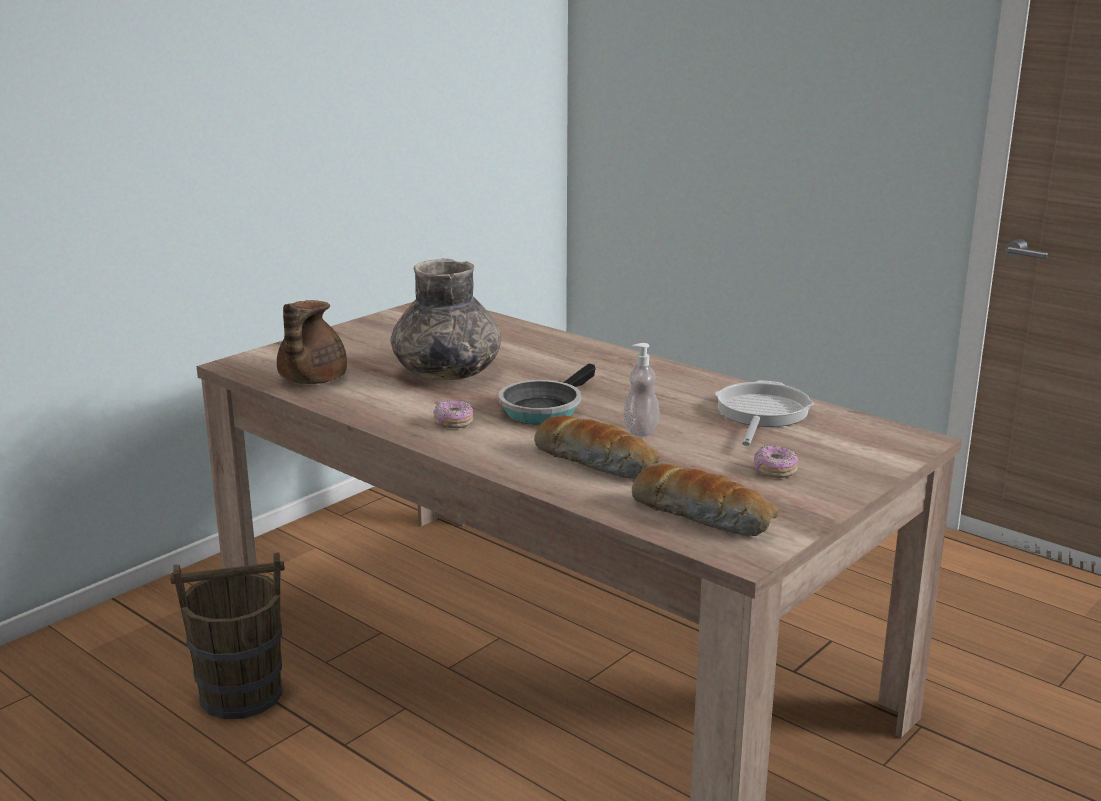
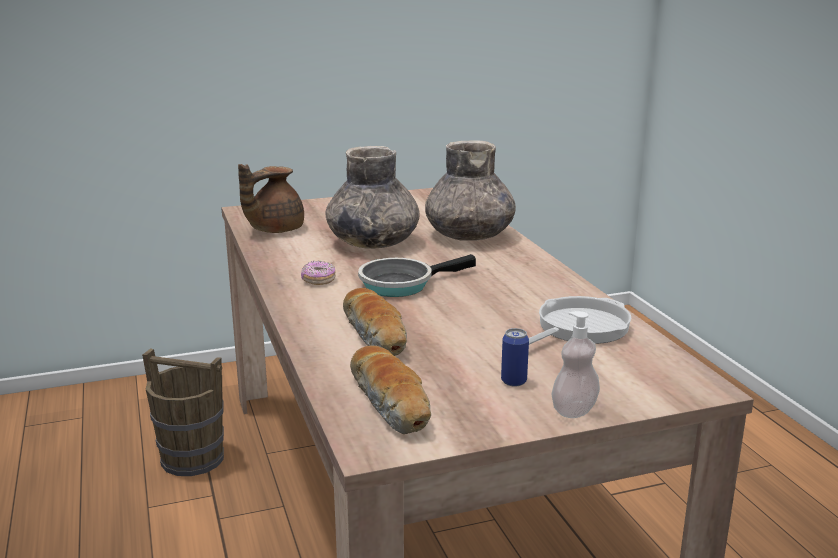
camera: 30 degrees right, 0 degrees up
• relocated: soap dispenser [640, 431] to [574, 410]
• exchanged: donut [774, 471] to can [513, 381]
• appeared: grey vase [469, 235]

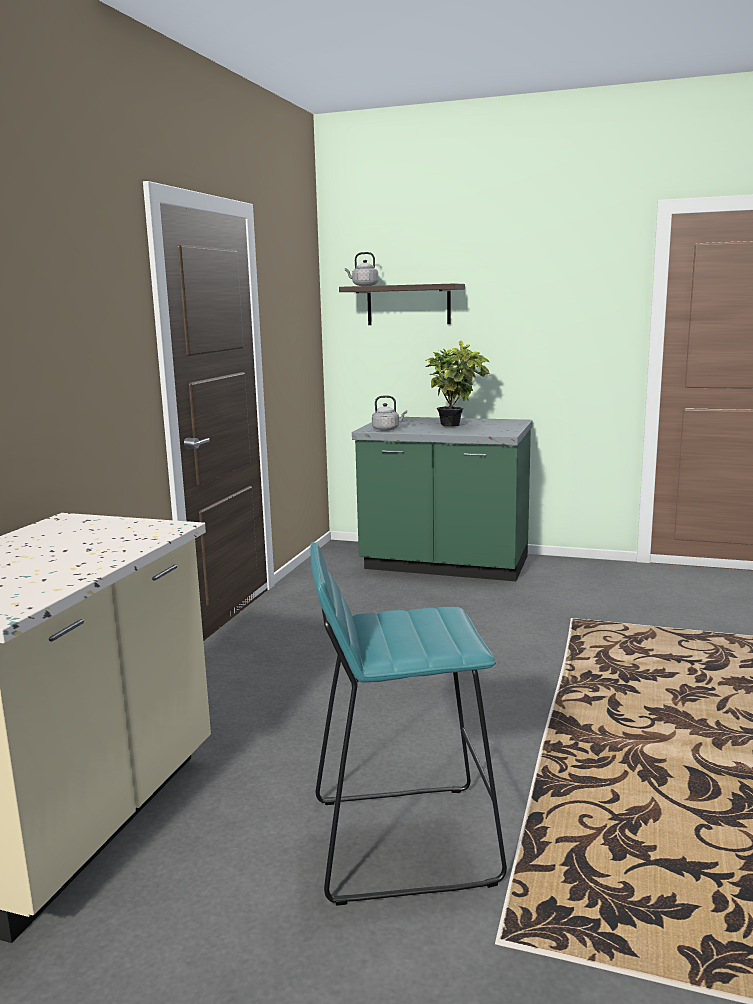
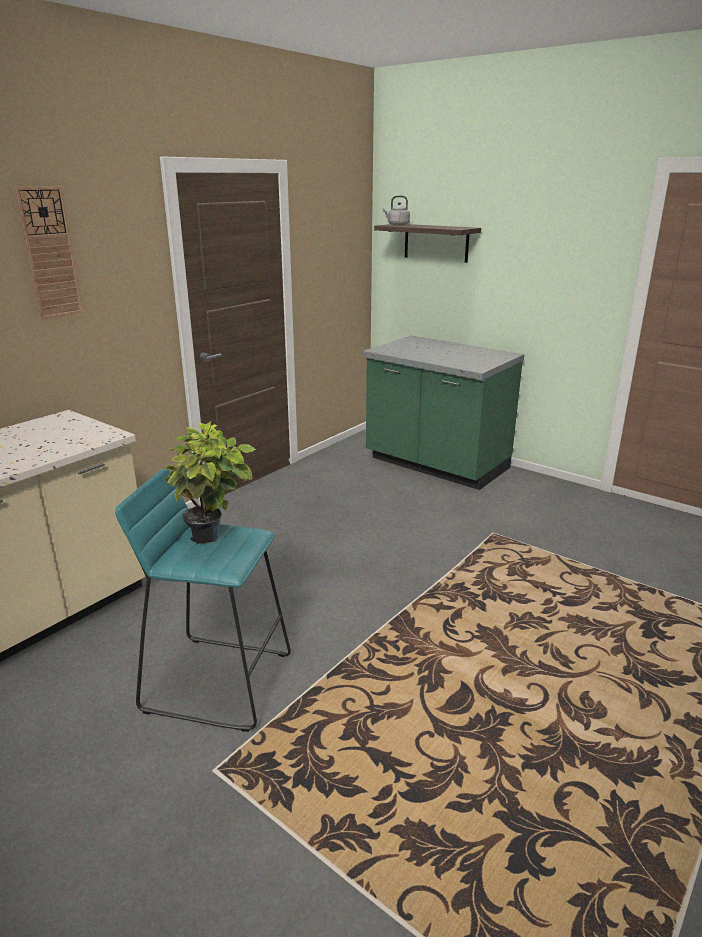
camera: 20 degrees right, 10 degrees up
• missing: grey kettle [387, 429]
• relocated: potted plant [456, 425] to [212, 539]
• appeared: wall clock [49, 253]

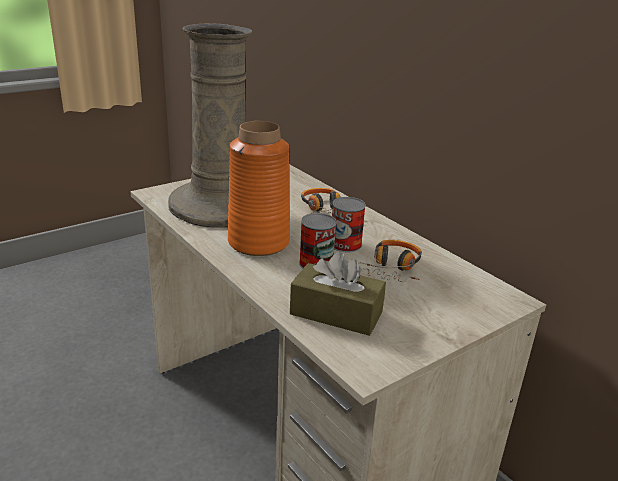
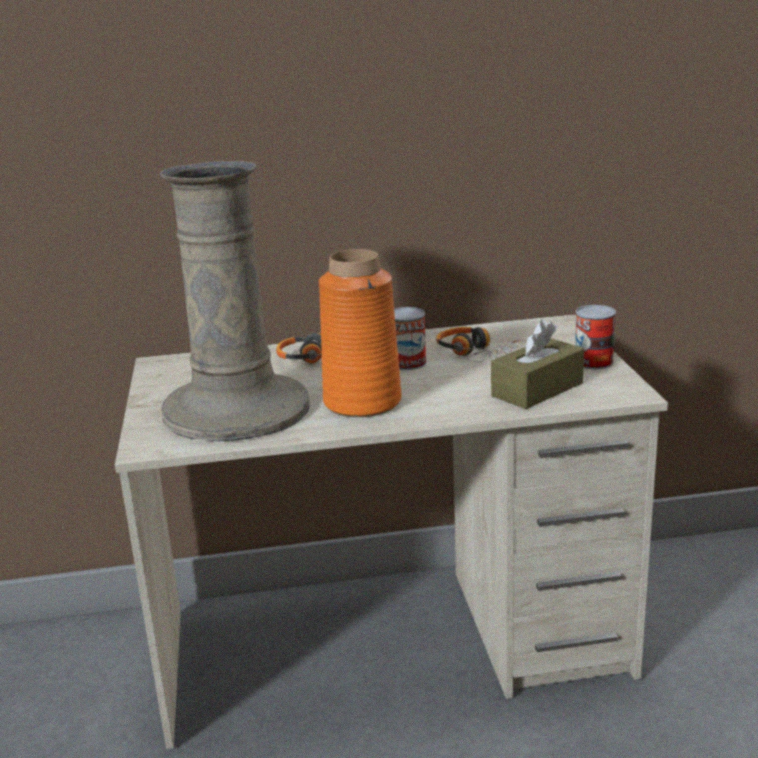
camera: 60 degrees left, 5 degrees down
• relocated: can [316, 263] to [593, 362]

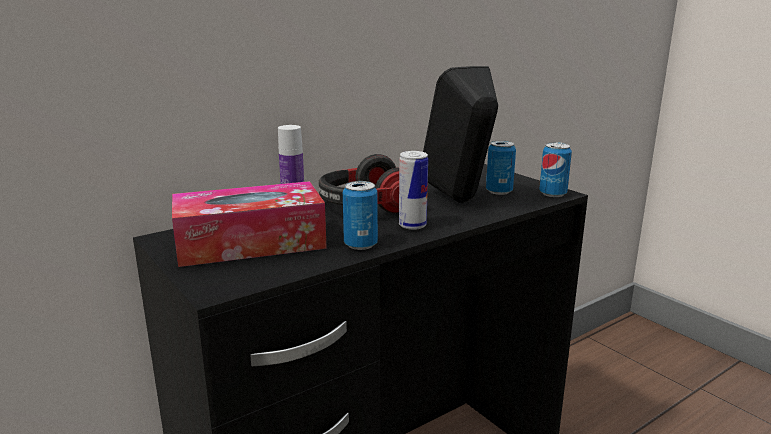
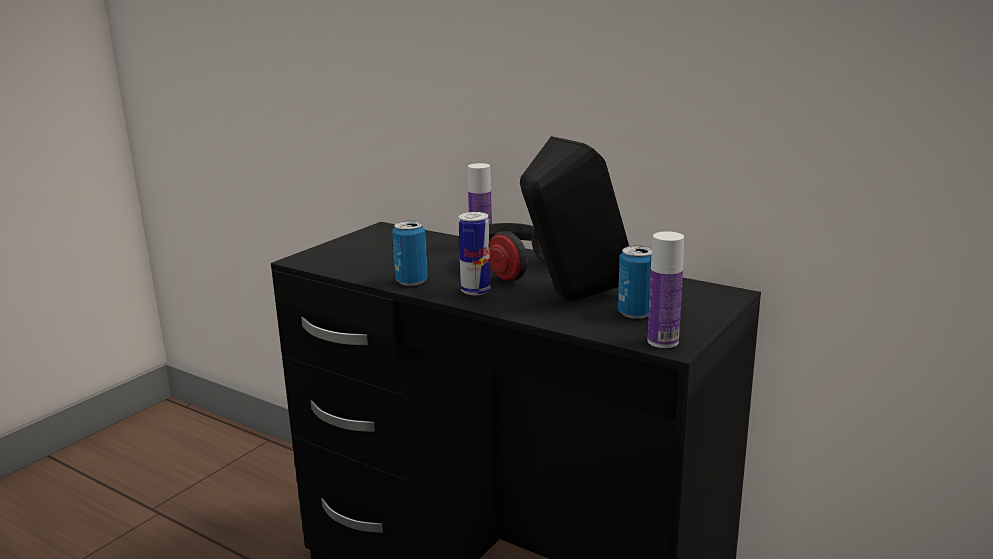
camera: 70 degrees right, 0 degrees up
• missing: tissue box [250, 243]
• exchanged: can [553, 194] to bottle [663, 341]

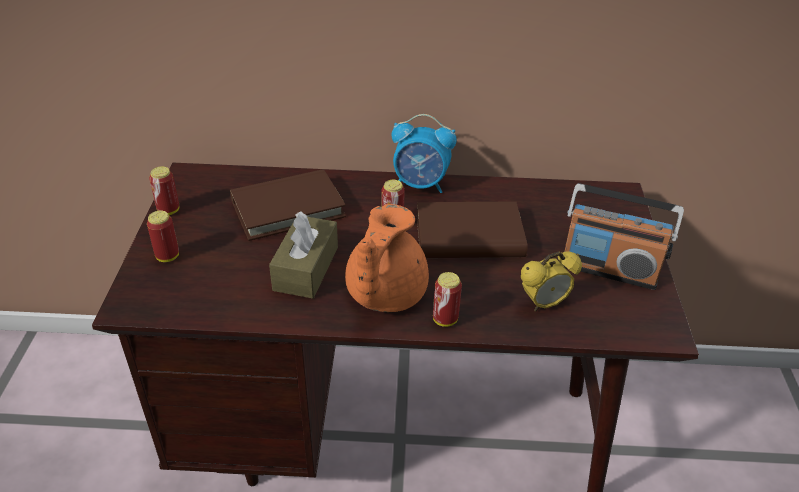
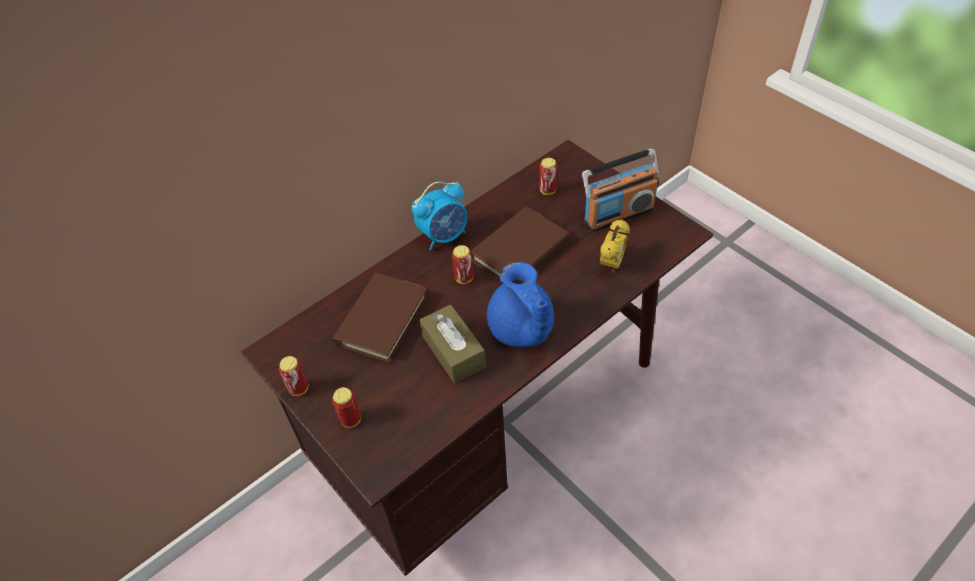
camera: 40 degrees left, 10 degrees up
• colour: orange teapot [383, 294] to blue teapot [521, 330]
• relocated: can [445, 319] to [548, 190]

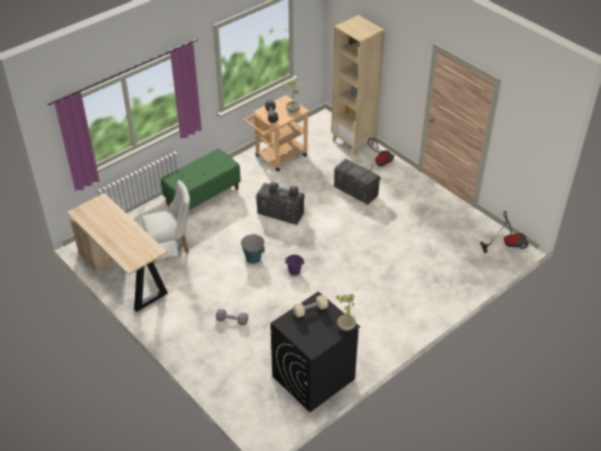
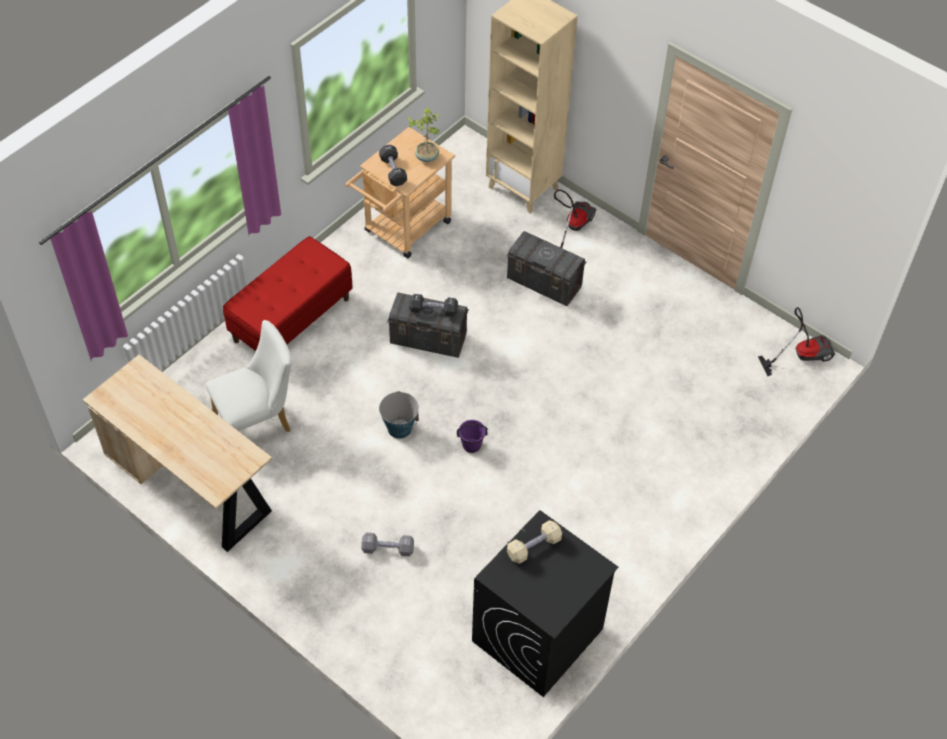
camera: 10 degrees left, 10 degrees up
• colour: green bench [202, 196] to red bench [291, 319]
• missing: potted plant [345, 326]

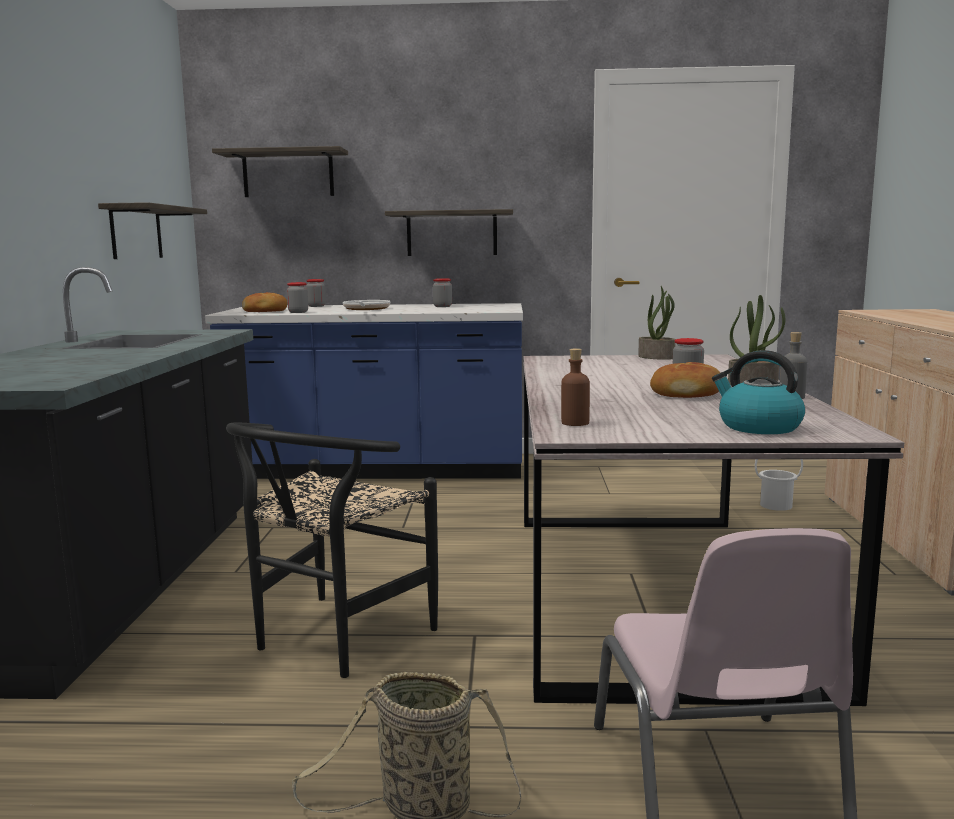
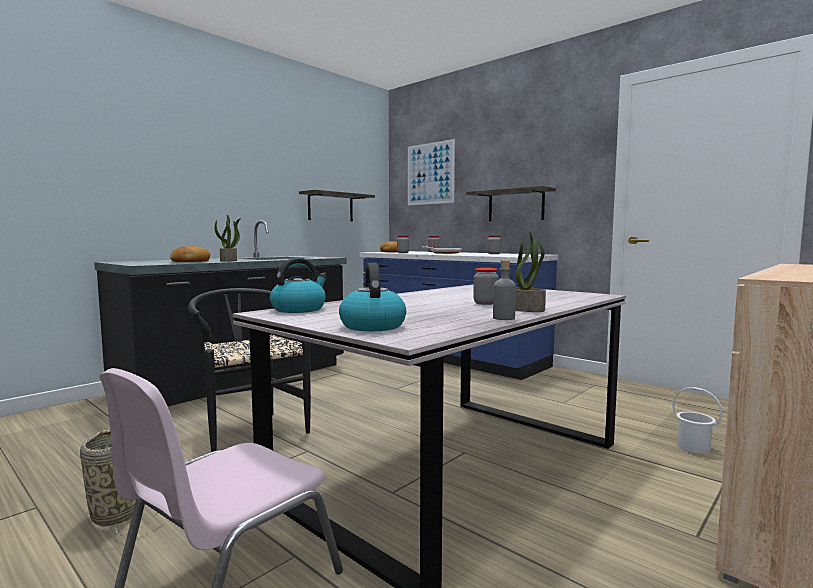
camera: 40 degrees right, 5 degrees down
• exchanged: shelf [288, 174] to picture [430, 173]
• spun: black chair [332, 641] = [250, 429] 75 degrees clockwise
• exchanged: brown bottle [575, 423] to kettle [299, 309]
• relocated: potted plant [657, 357] to [229, 260]
• relocated: bread [687, 393] to [190, 262]

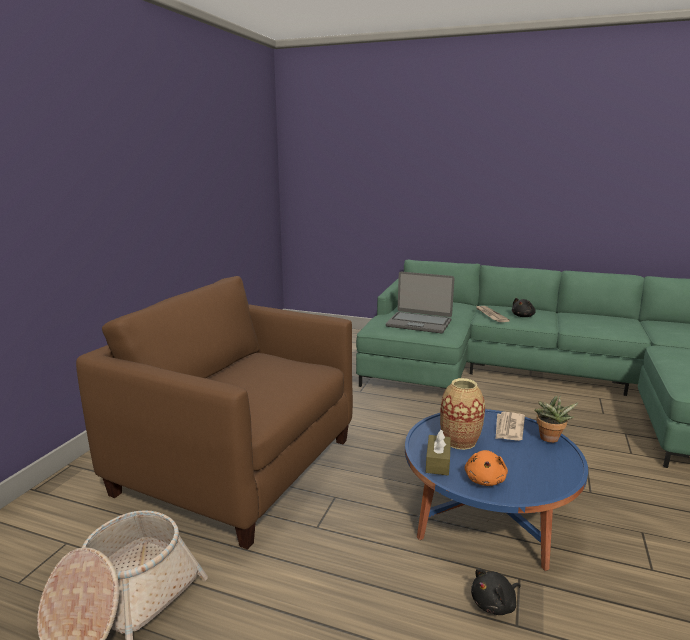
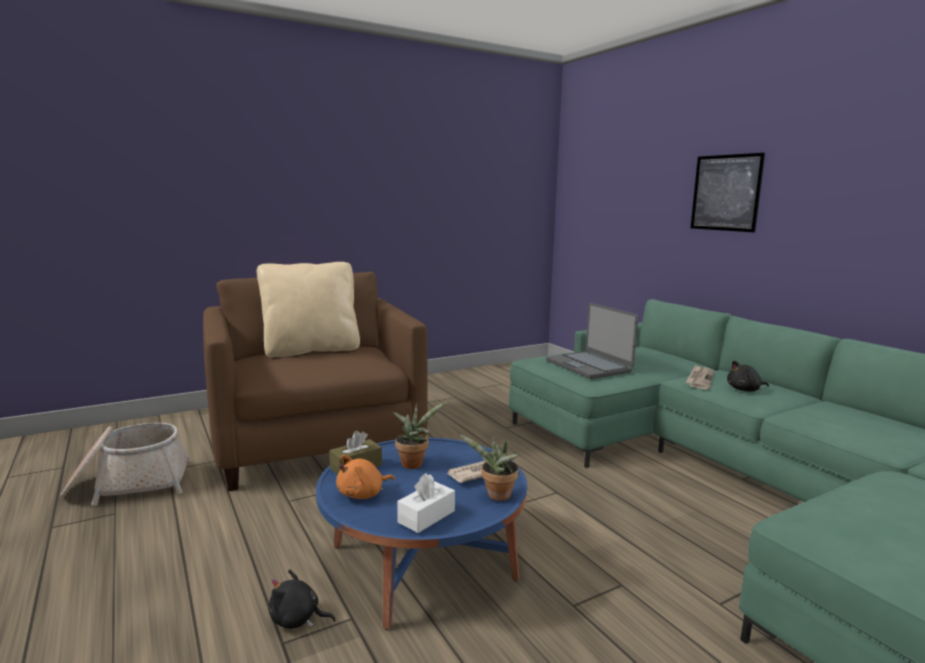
camera: 40 degrees right, 5 degrees down
• exchanged: vase [459, 441] to potted plant [414, 463]
• appeared: beige pillow [311, 350]
• appeared: white tissue box [426, 516]
• appeared: picture [726, 193]

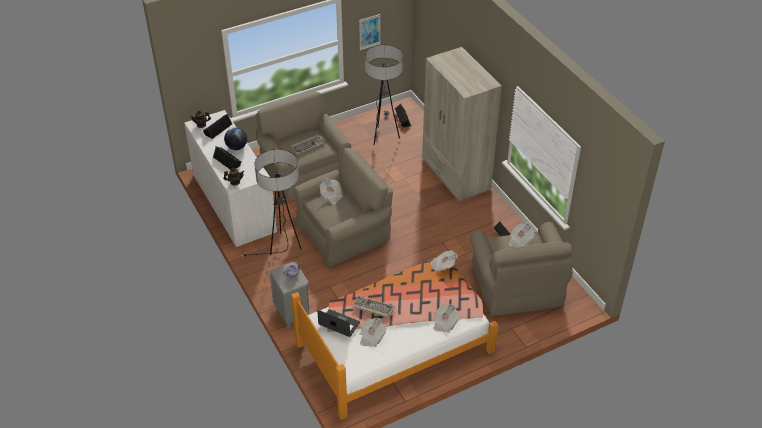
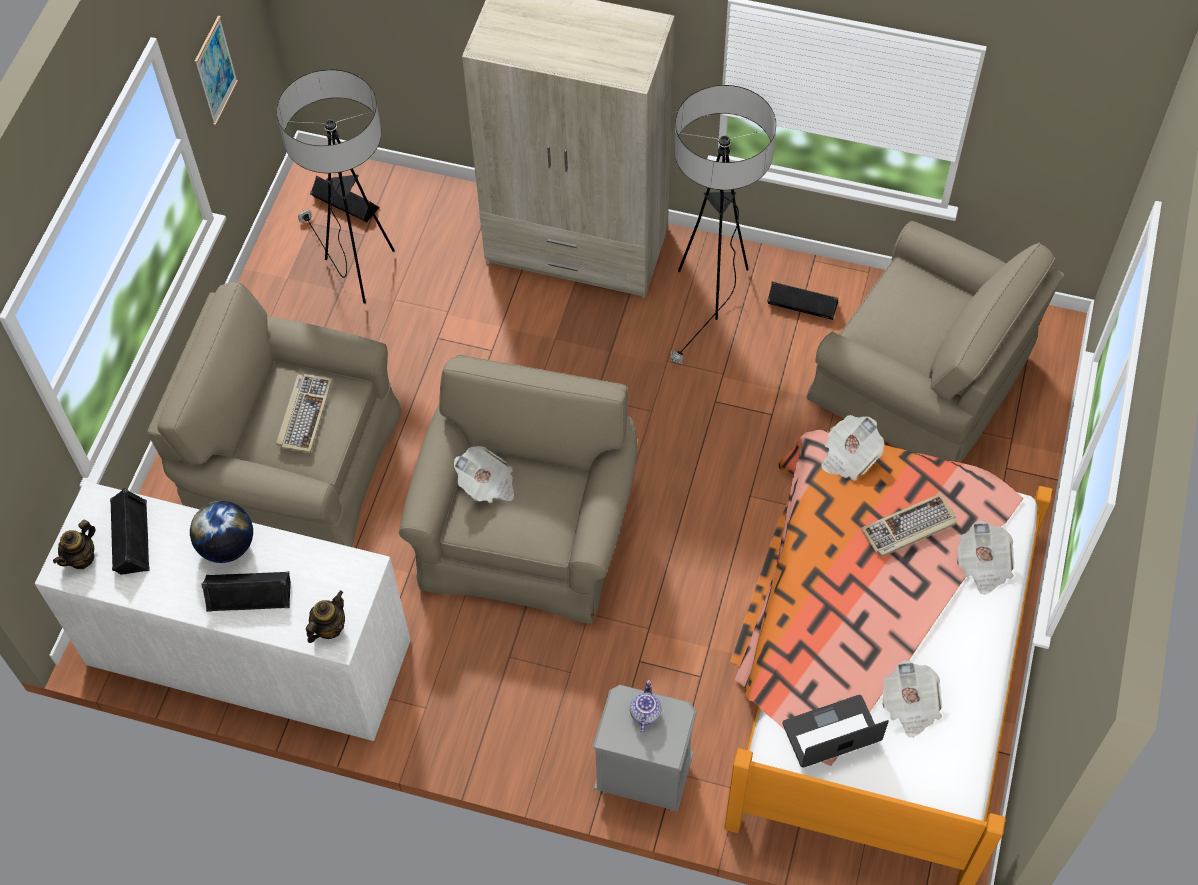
camera: 45 degrees left, 15 degrees up
• relocated: floor lamp [282, 248] to [712, 293]
• relocated: keyboard [373, 307] to [909, 528]
• missing: newspaper [520, 240]

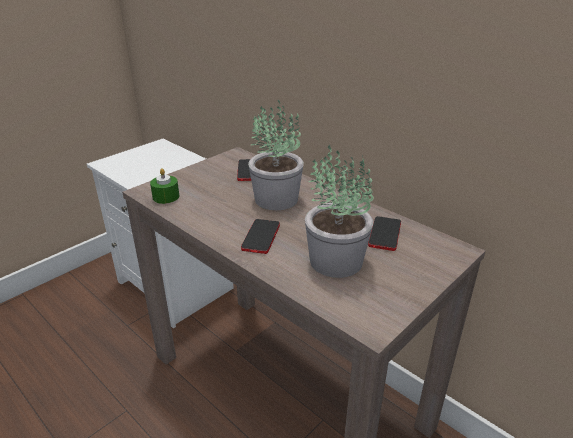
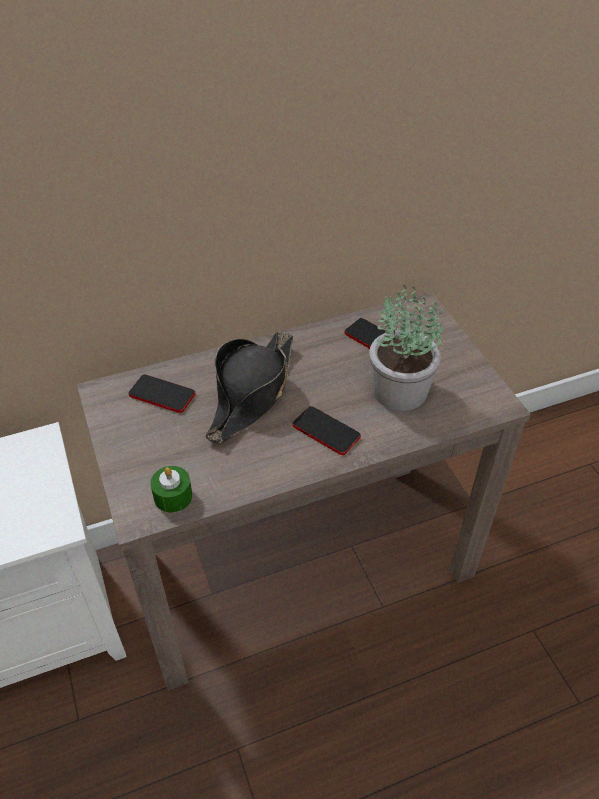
camera: 65 degrees left, 15 degrees up
• exchanged: potted plant [275, 198] to black hat [252, 393]

